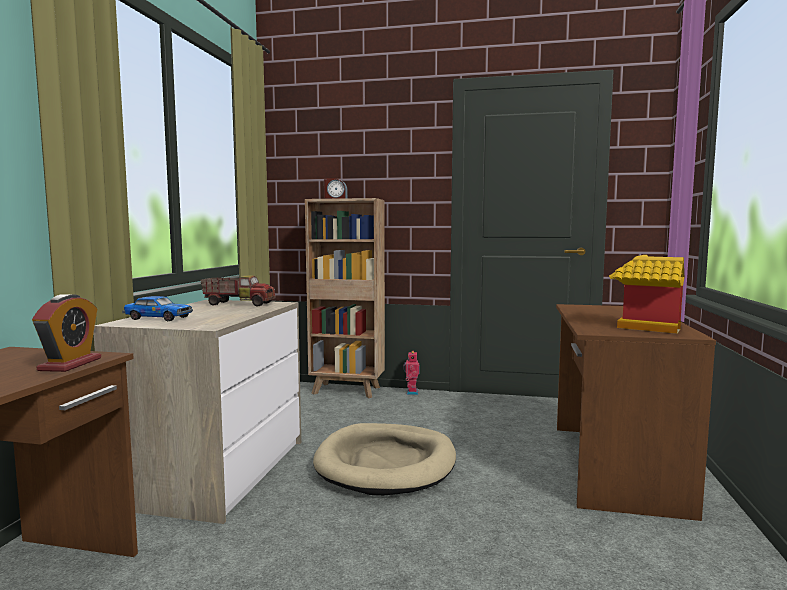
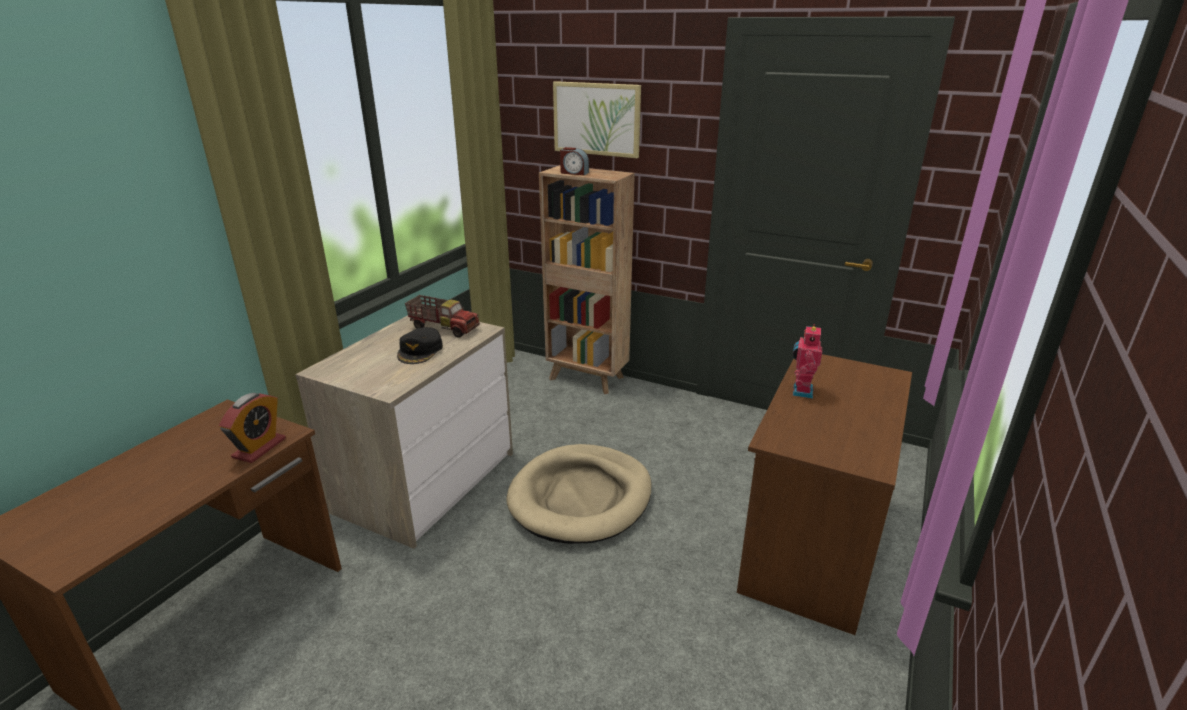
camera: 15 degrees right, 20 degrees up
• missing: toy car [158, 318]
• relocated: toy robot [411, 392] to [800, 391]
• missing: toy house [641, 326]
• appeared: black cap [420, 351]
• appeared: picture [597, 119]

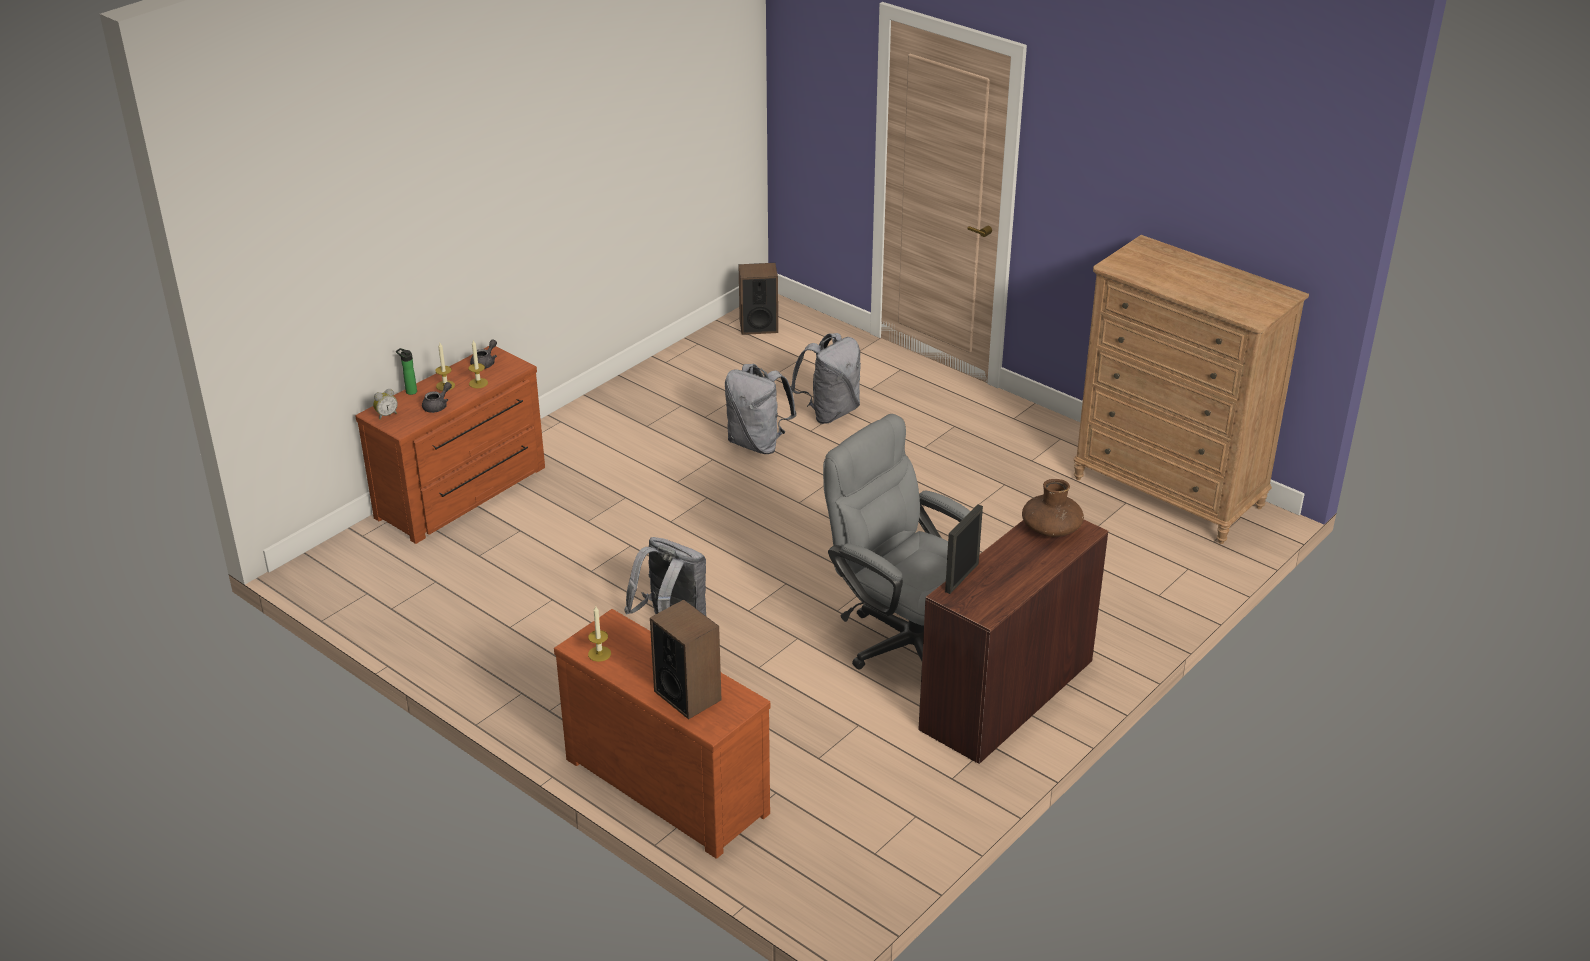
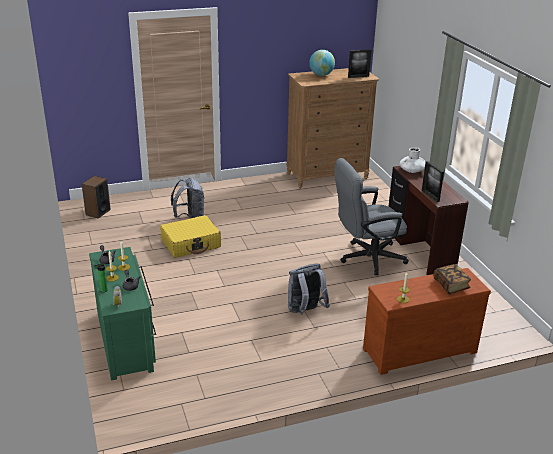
camera: 60 degrees left, 5 degrees down
• colour: brown dresser [464, 494] to green dresser [127, 340]
• exchanged: speaker [687, 695] to book [451, 285]
• exchanged: grey backpack [757, 443] to yellow suitcase [191, 244]
• colour: brown vase [1051, 529] to white vase [412, 171]
• appeared: globe [321, 75]
• appeared: picture frame [358, 77]

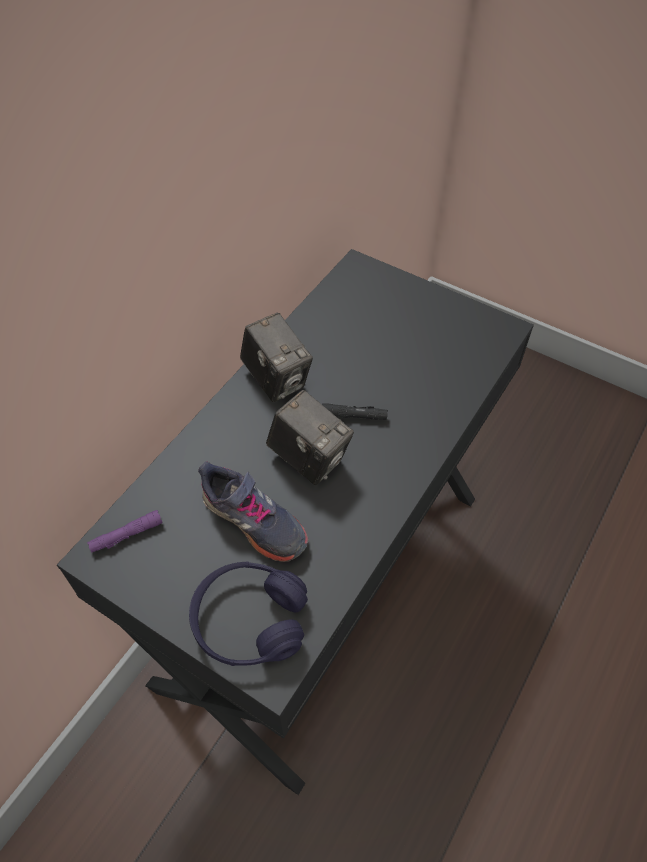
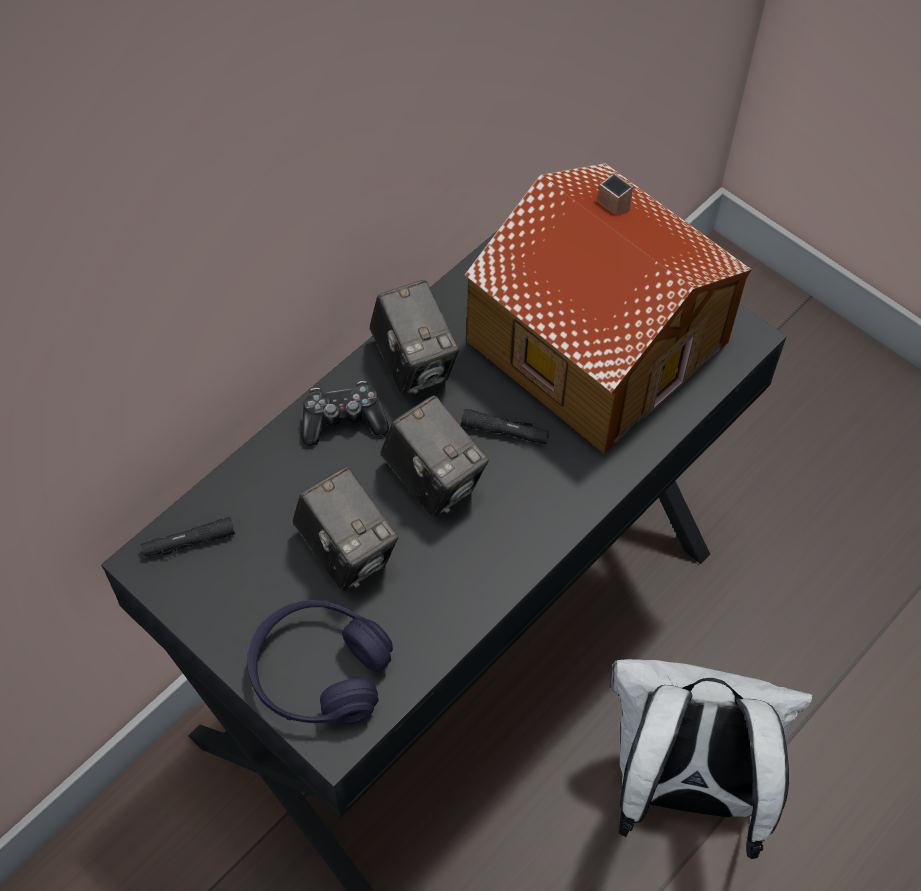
camera: 10 degrees right, 5 degrees up
• colour: purple flashlight [126, 535] to black flashlight [189, 542]
• exchanged: grey shoe [253, 521] to photo camera [347, 551]
• appeared: game controller [343, 420]
• appeared: toy house [598, 336]
• appeared: white backpack [682, 787]

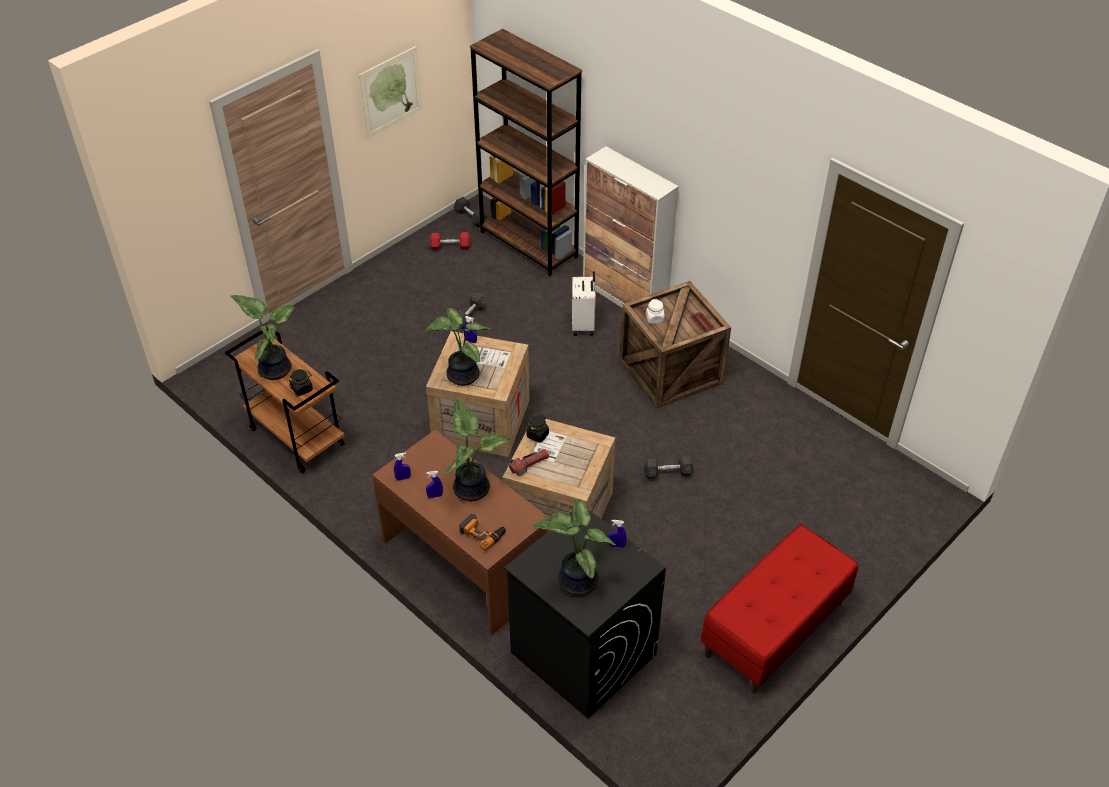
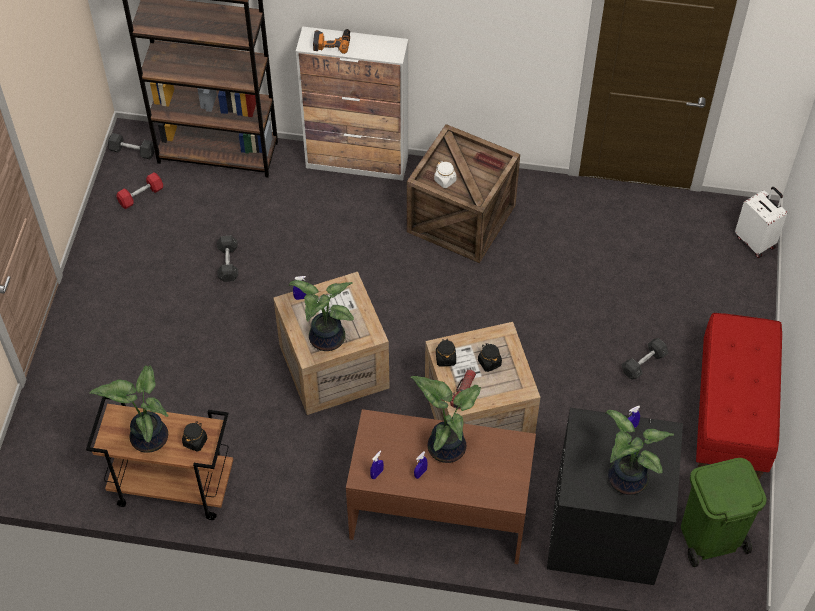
camera: 35 degrees left, 10 degrees up
• missing: picture [390, 92]
• relocated: power drill [482, 533] to [332, 42]
• relocated: white suitcase [584, 325] to [755, 241]
• relocated: grey dumbbell [667, 473] to [643, 363]
• appeared: black jar [489, 362]
• appeared: green trash can [710, 537]

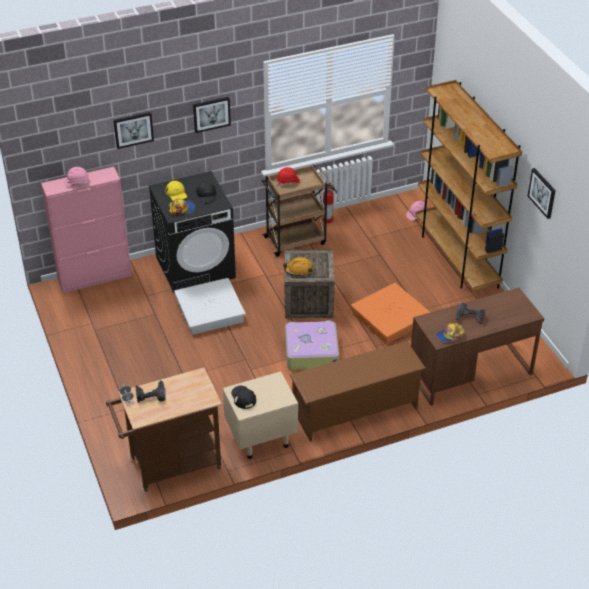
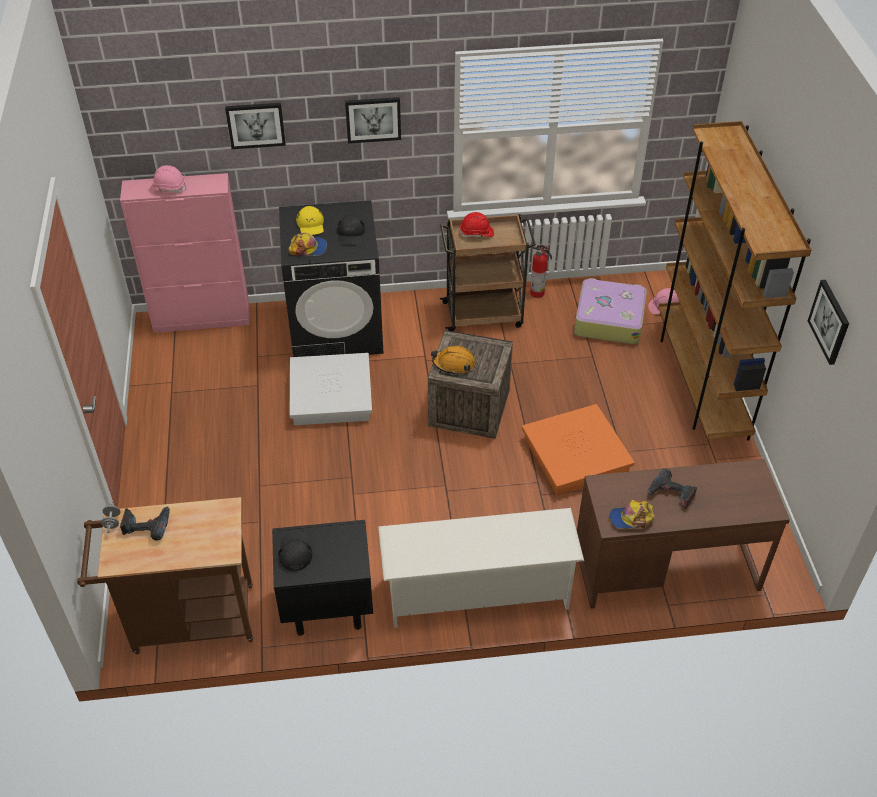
camera: 15 degrees right, 5 degrees up
• colour: beige nightstand [260, 439] to black nightstand [326, 606]
• relocated: suitcase [311, 351] to [608, 319]
• colour: brown shoe rack [355, 411] to white shoe rack [477, 592]

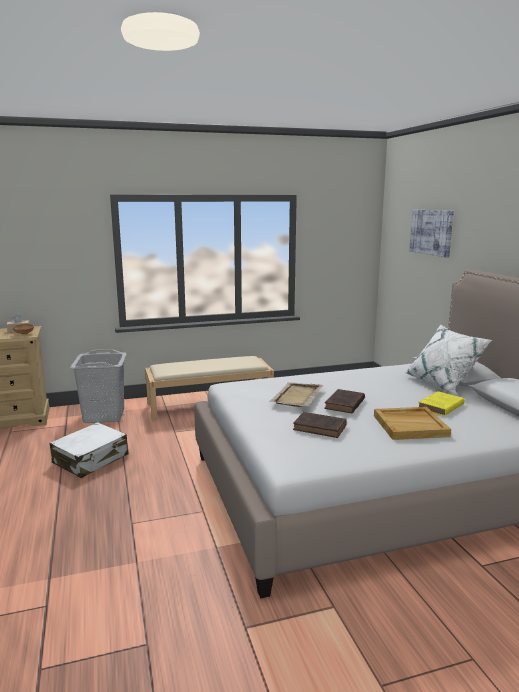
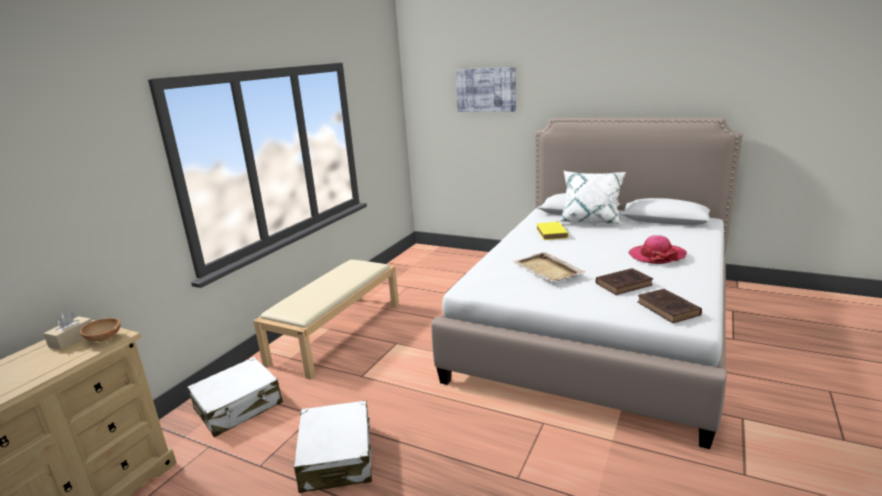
camera: 45 degrees left, 5 degrees up
• exchanged: grey laundry basket [104, 416] to white suitcase [239, 406]
• relocated: brown book [344, 404] to [669, 309]
• exchanged: beige tray [410, 425] to hat [657, 256]
• relocated: yellow book [440, 407] to [552, 233]

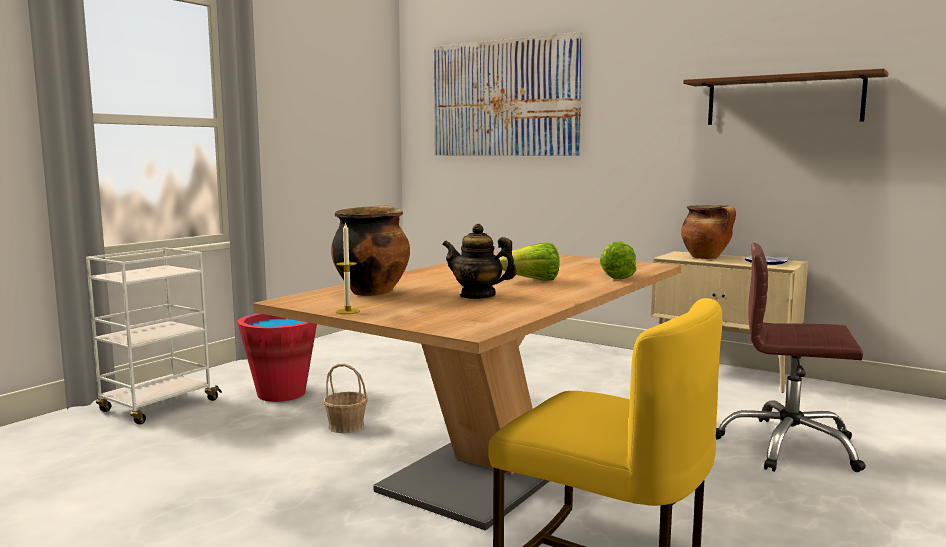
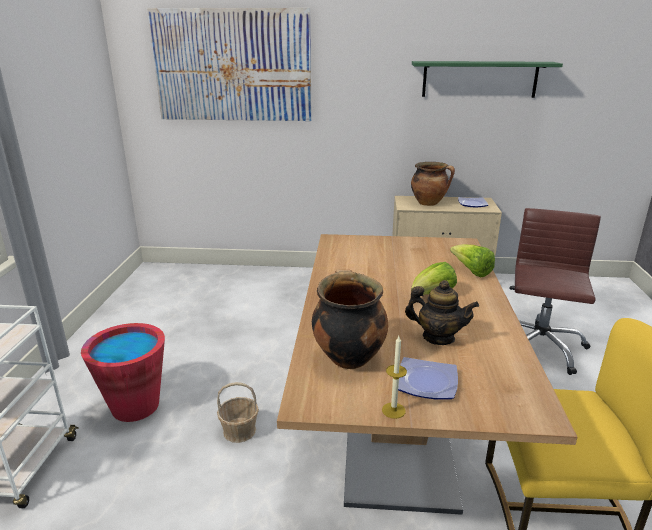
camera: 30 degrees left, 15 degrees up
• spun: teapot [478, 295] = [438, 337] 150 degrees counterclockwise
• colour: brown shelf [783, 100] to green shelf [479, 79]
• spun: brown office chair [788, 447] = [538, 347] 120 degrees clockwise
• appeared: plate [427, 382]

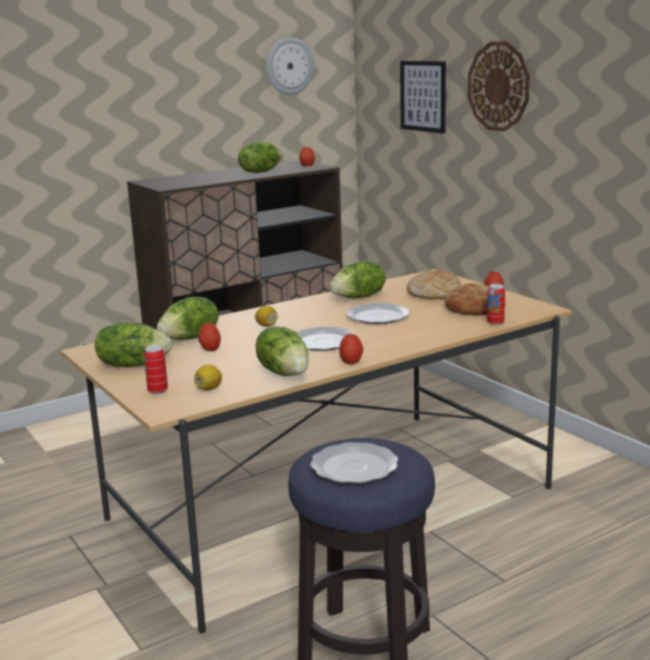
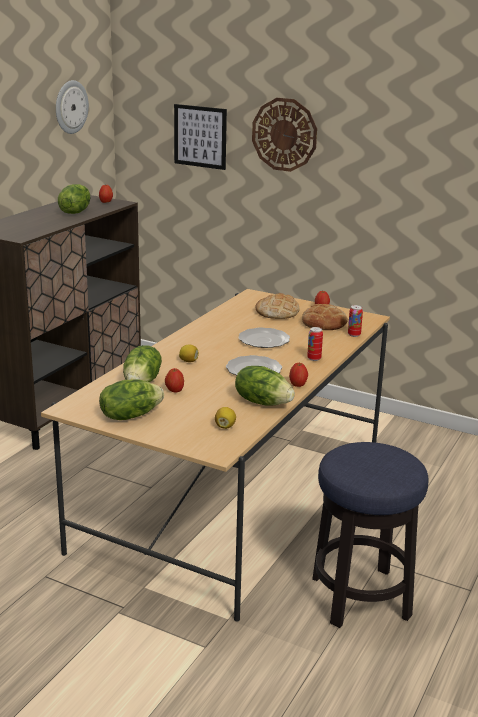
camera: 30 degrees left, 5 degrees up
• relocated: can [157, 391] to [314, 358]
• missing: plate [355, 466]
• missing: lettuce [359, 297]

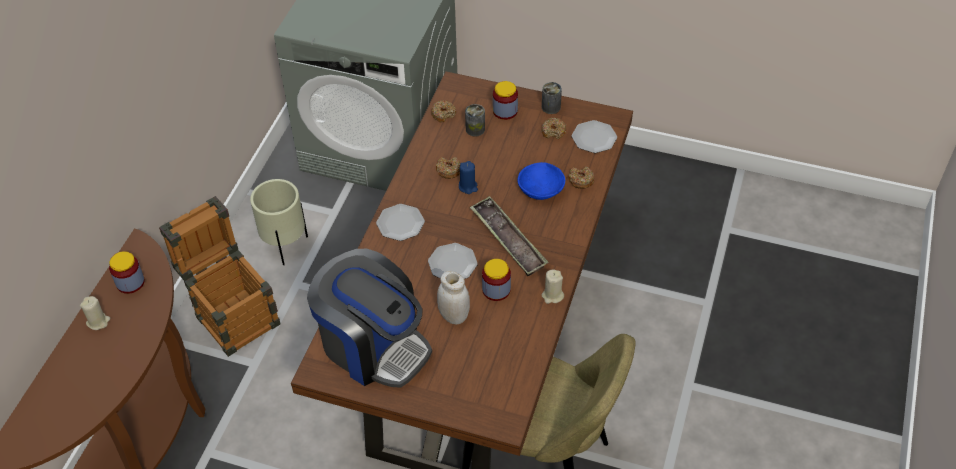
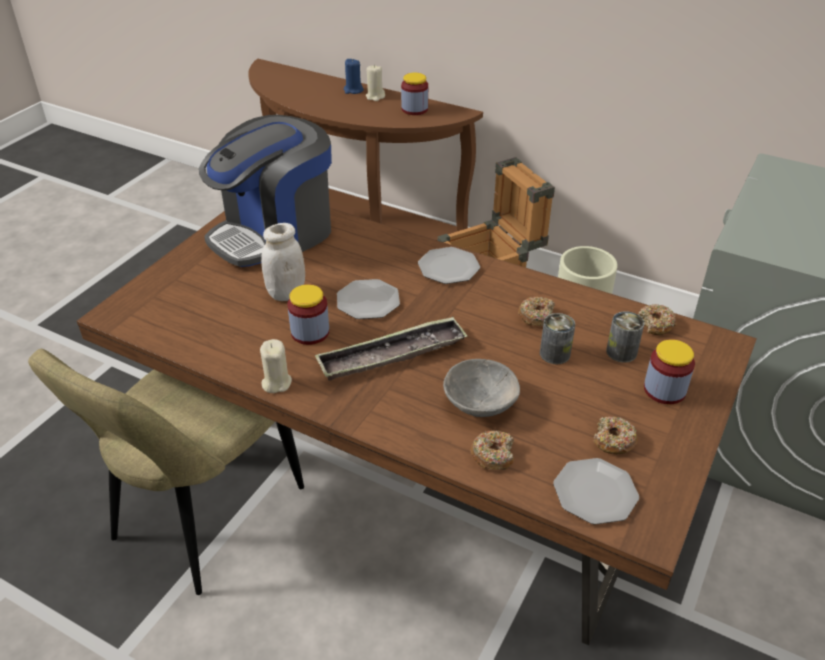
camera: 100 degrees right, 10 degrees down
• relocated: blue candle [468, 187] to [353, 90]
• colour: blue bowl [541, 191] to grey bowl [479, 404]
• relocated: can [551, 107] to [554, 354]

